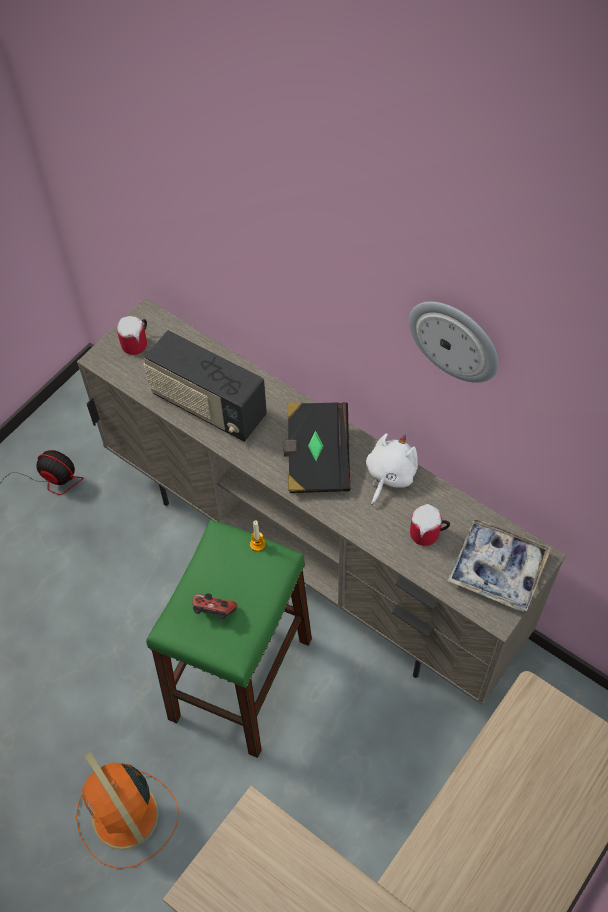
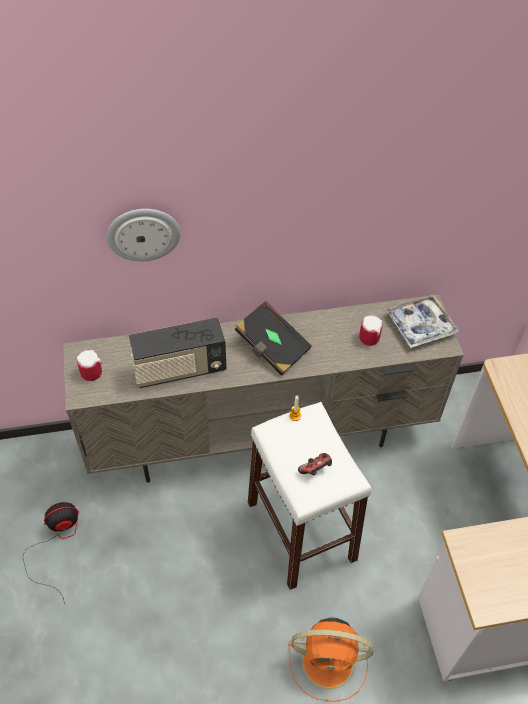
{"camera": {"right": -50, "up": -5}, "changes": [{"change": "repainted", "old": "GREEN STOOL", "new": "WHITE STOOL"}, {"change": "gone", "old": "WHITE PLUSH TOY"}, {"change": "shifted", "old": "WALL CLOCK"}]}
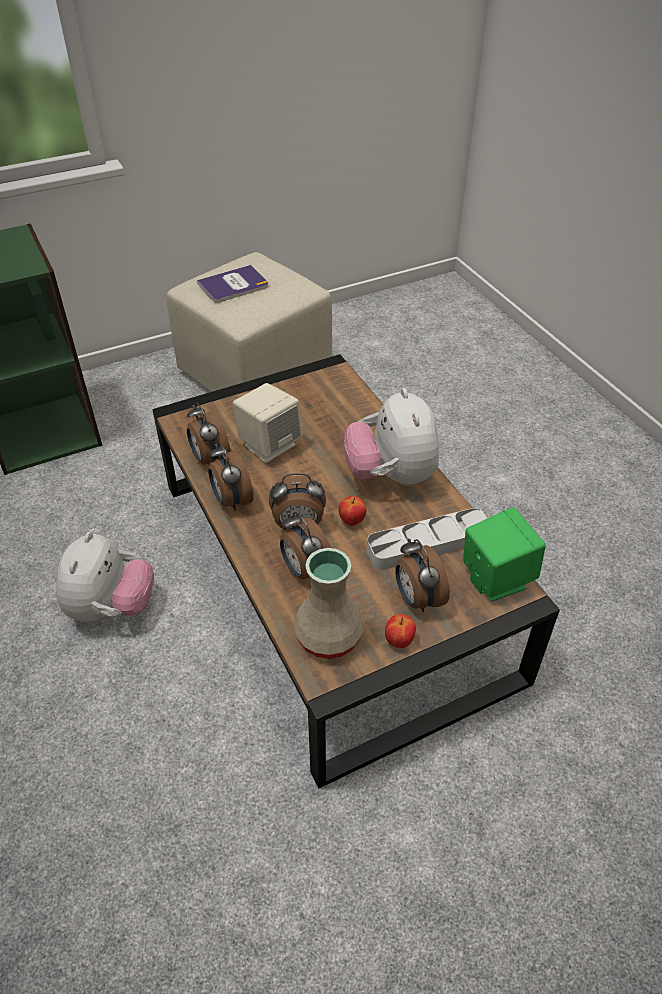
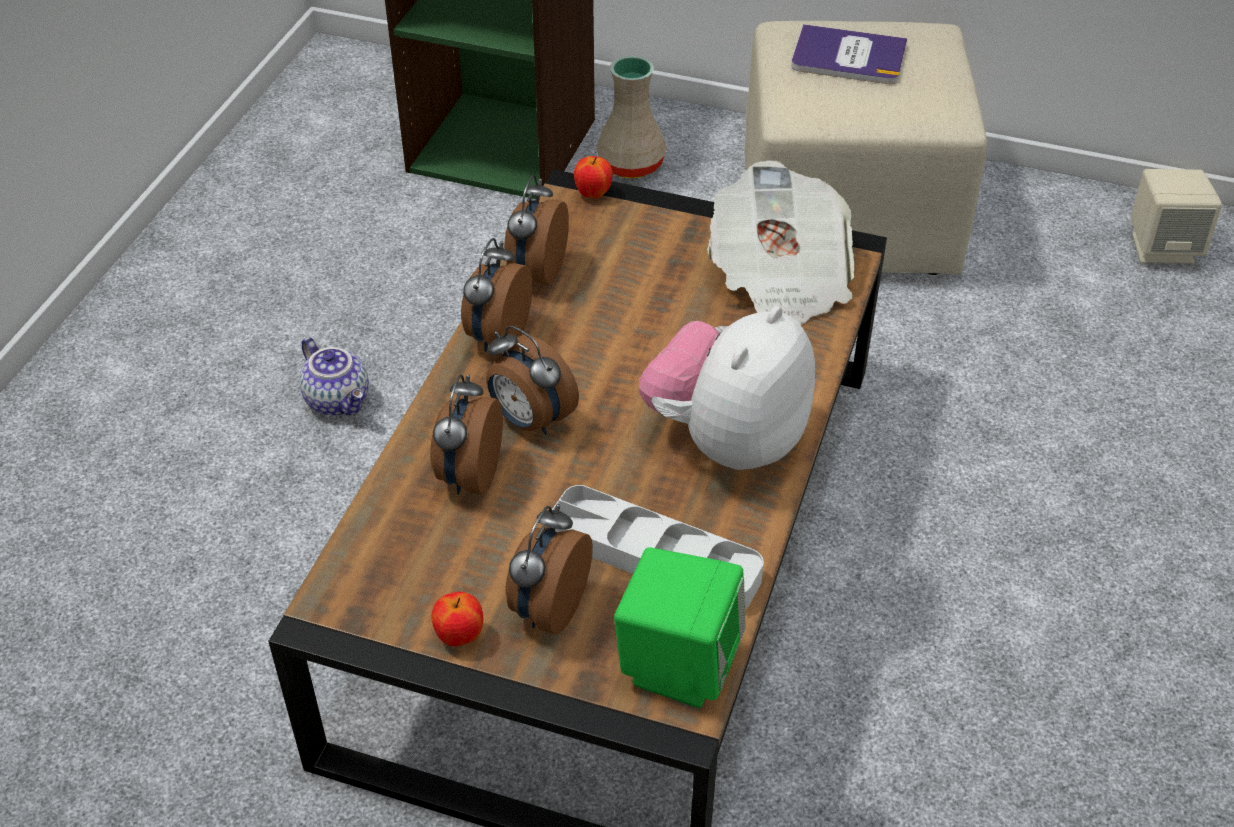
{"camera": {"right": 45, "up": 0}, "changes": [{"change": "swapped", "old": "PLUSH TOY (no. 1 from left)", "new": "TEAPOT"}, {"change": "shifted", "old": "BEIGE SPEAKER"}, {"change": "shifted", "old": "BEIGE VASE"}, {"change": "shifted", "old": "APPLE (no. 1 from left in the first image)", "new": "APPLE (no. 2 from left)"}, {"change": "new", "new": "NEWSPAPER"}]}
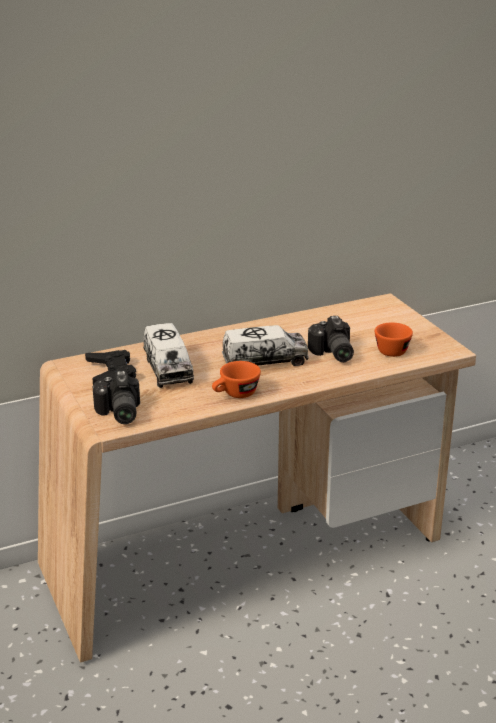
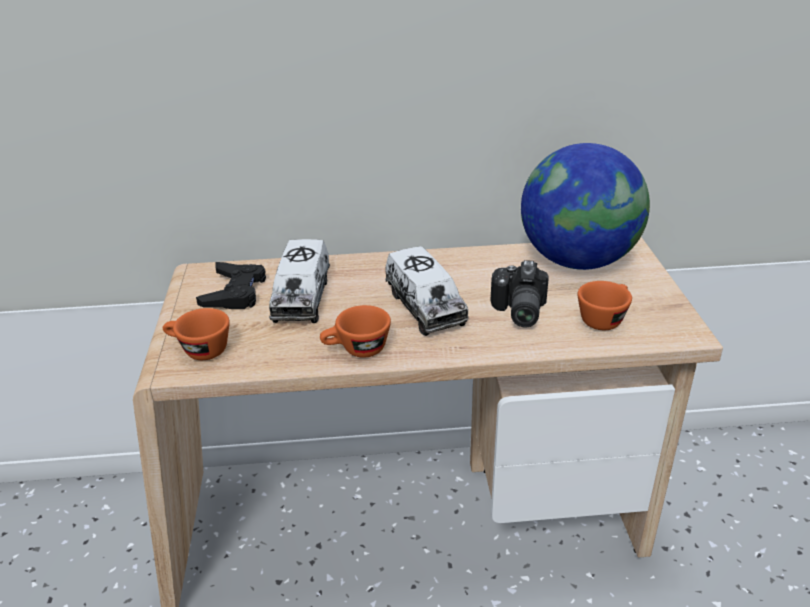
{"camera": {"right": 20, "up": 5}, "changes": [{"change": "swapped", "old": "PHOTO CAMERA (no. 1 from left)", "new": "ORANGE CUP (no. 1 from left)"}, {"change": "rotated", "old": "TOY TRUCK (no. 2 from left)", "degrees": 60}, {"change": "new", "new": "GLOBE"}]}
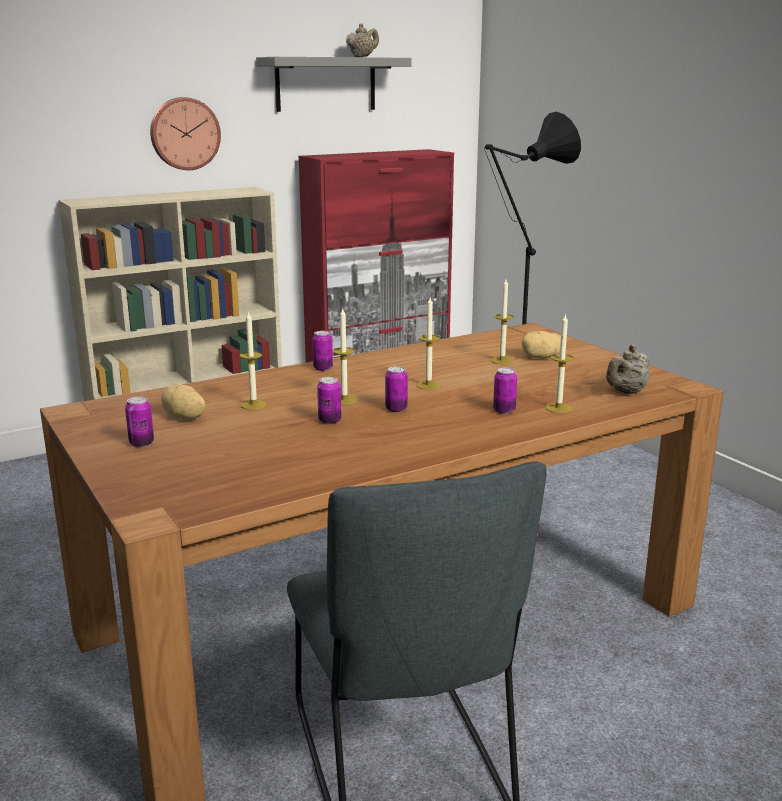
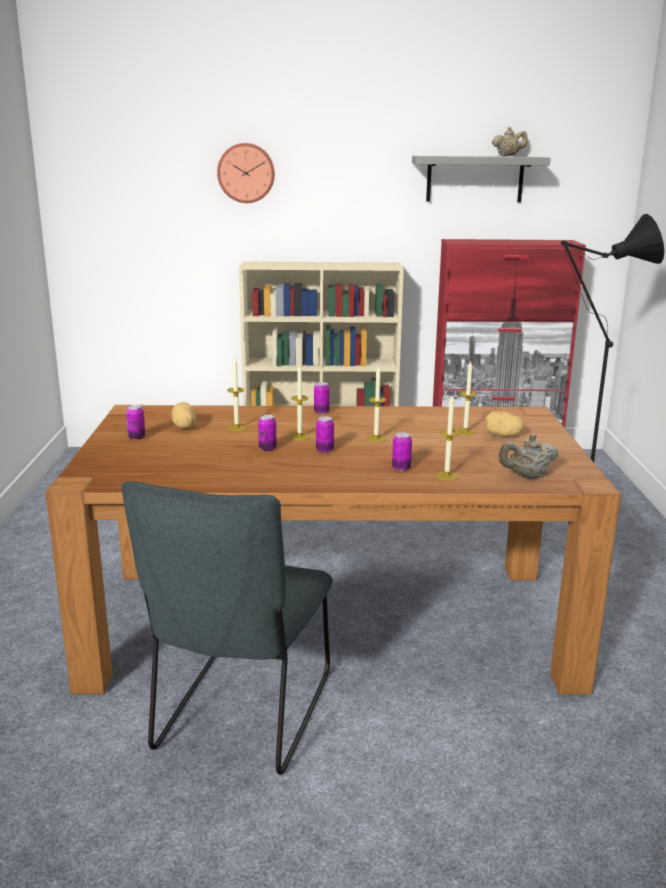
{"camera": {"right": 30, "up": 0}, "changes": [{"change": "shifted", "old": "WALL CLOCK"}]}
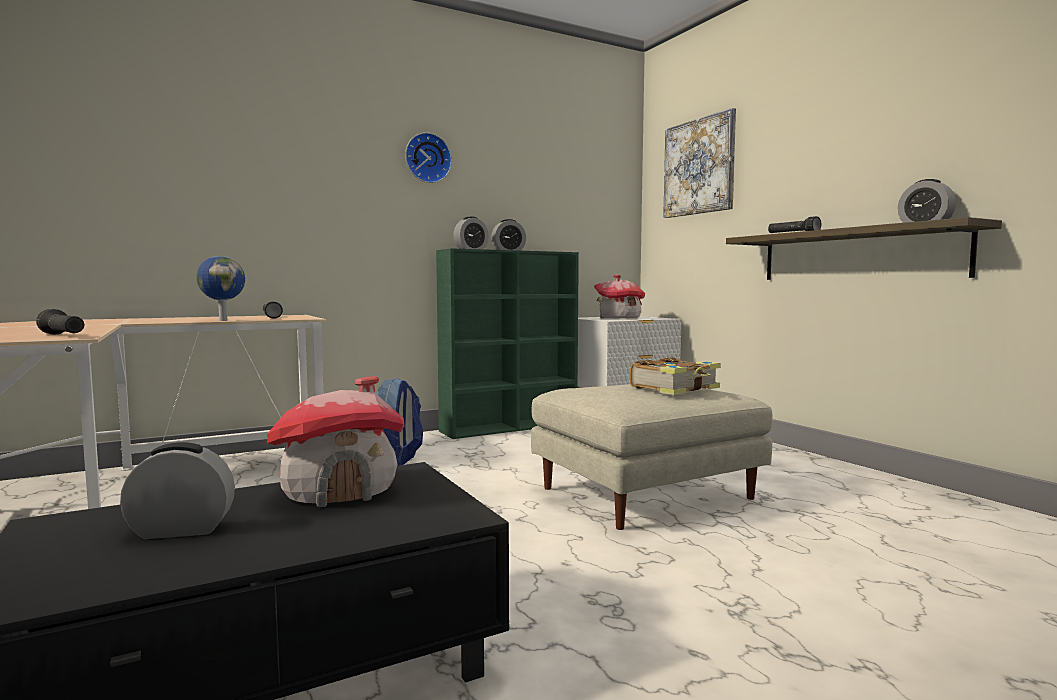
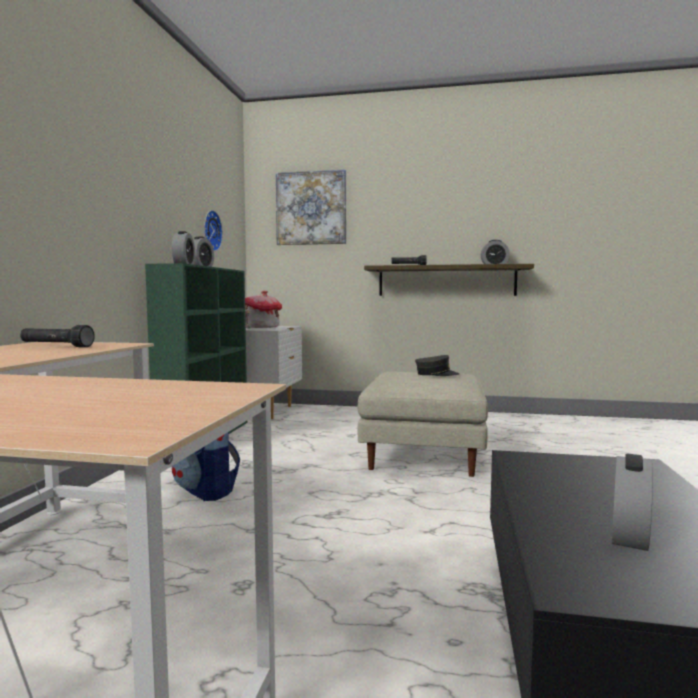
{"camera": {"right": -50, "up": 0}, "changes": [{"change": "gone", "old": "BLACK FLASHLIGHT (no. 1 from left)"}, {"change": "gone", "old": "GLOBE"}, {"change": "gone", "old": "TOY HOUSE (no. 1 from left)"}, {"change": "shifted", "old": "WALL CLOCK"}, {"change": "swapped", "old": "BOOK", "new": "GREY CAP"}]}
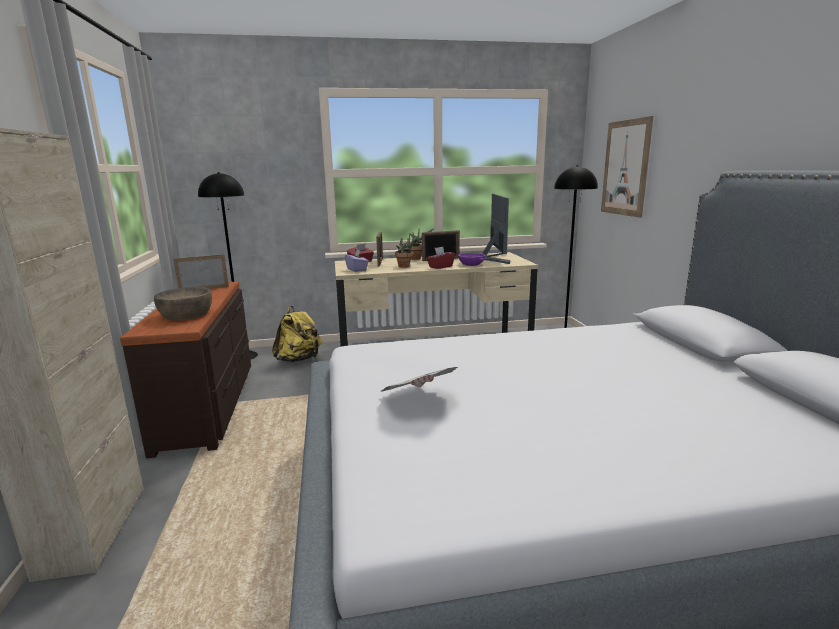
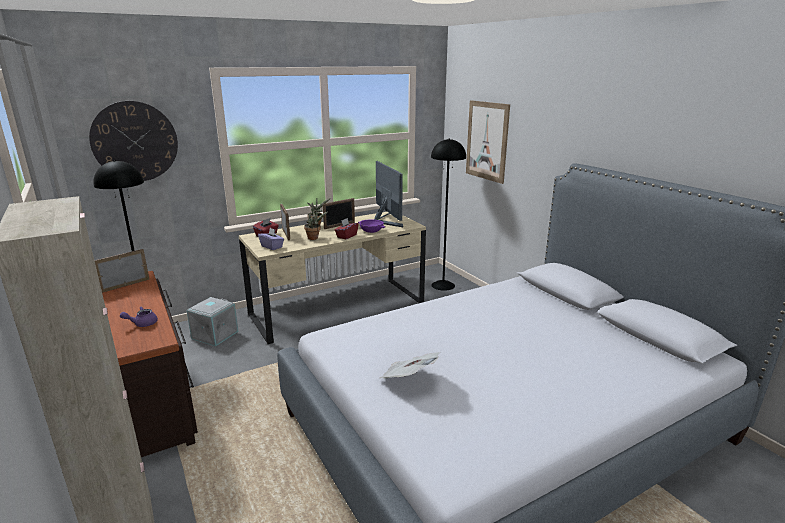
{"camera": {"right": -20, "up": 5}, "changes": [{"change": "swapped", "old": "BROWN BOWL", "new": "PURPLE TEAPOT"}, {"change": "swapped", "old": "YELLOW BACKPACK", "new": "GREY STORAGE BOX"}, {"change": "new", "new": "WALL CLOCK"}]}
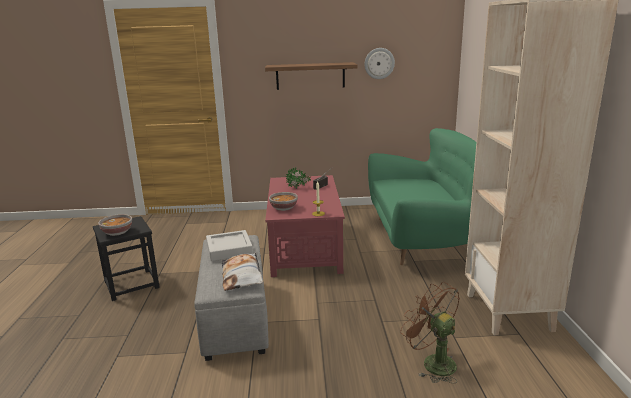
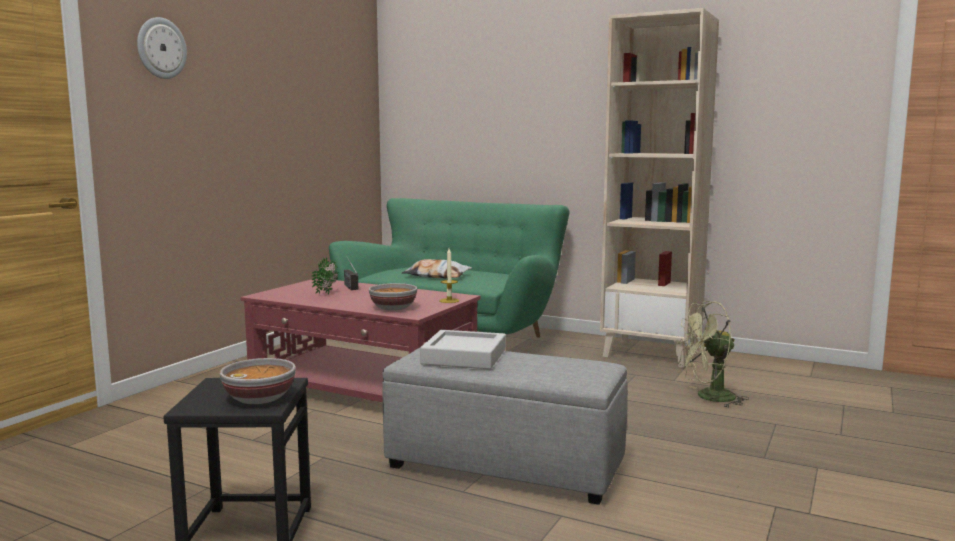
{"camera": {"right": -60, "up": -10}, "changes": [{"change": "shifted", "old": "PILLOW"}, {"change": "gone", "old": "SHELF"}, {"change": "shifted", "old": "WALL CLOCK"}, {"change": "repainted", "old": "BROWN FAN", "new": "GREEN FAN"}]}
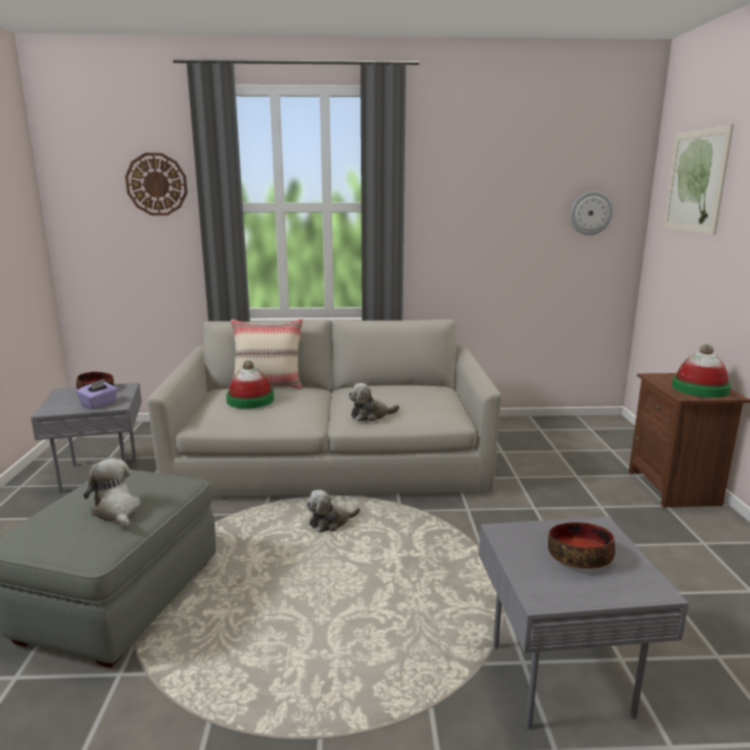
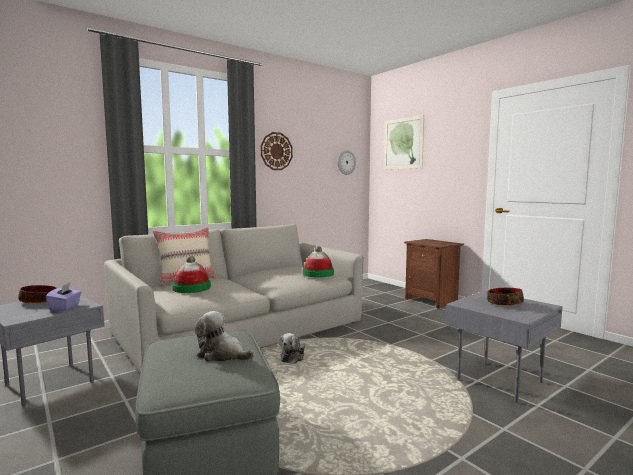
{"camera": {"right": -35, "up": -10}, "changes": [{"change": "shifted", "old": "WALL CLOCK (no. 1 from left)"}, {"change": "gone", "old": "PLUSH TOY (no. 3 from left)"}, {"change": "shifted", "old": "HAT (no. 2 from left)"}]}
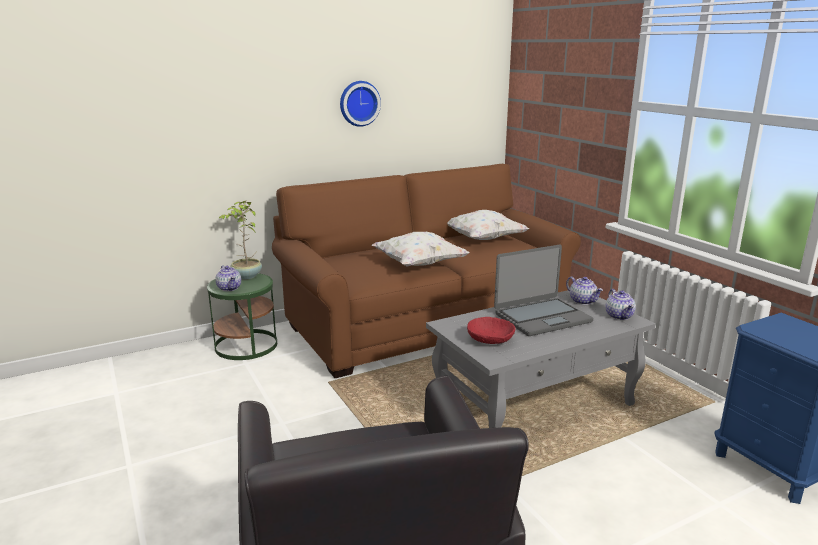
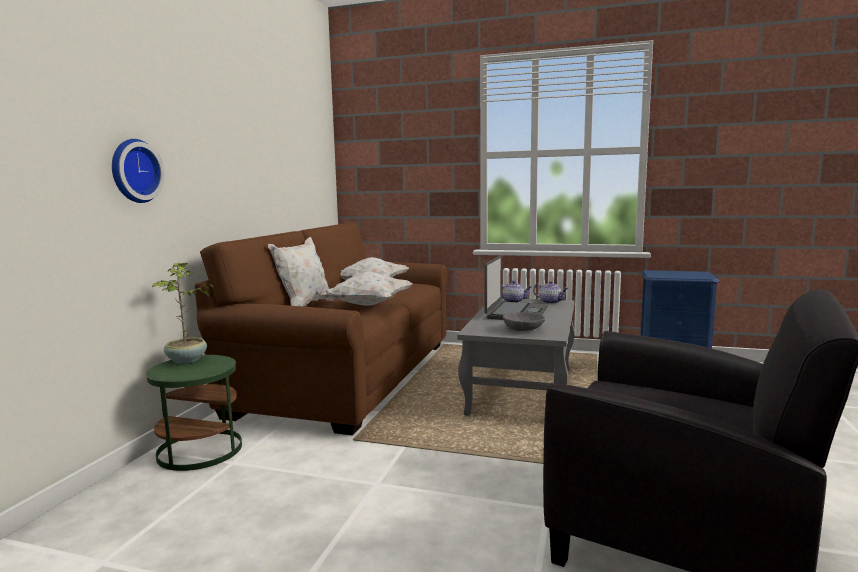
{"camera": {"right": -45, "up": -10}, "changes": [{"change": "gone", "old": "TEAPOT (no. 1 from left)"}, {"change": "shifted", "old": "WALL CLOCK"}, {"change": "repainted", "old": "RED BOWL", "new": "GREY BOWL"}, {"change": "new", "new": "WHITE PILLOW (no. 1 from left)"}]}
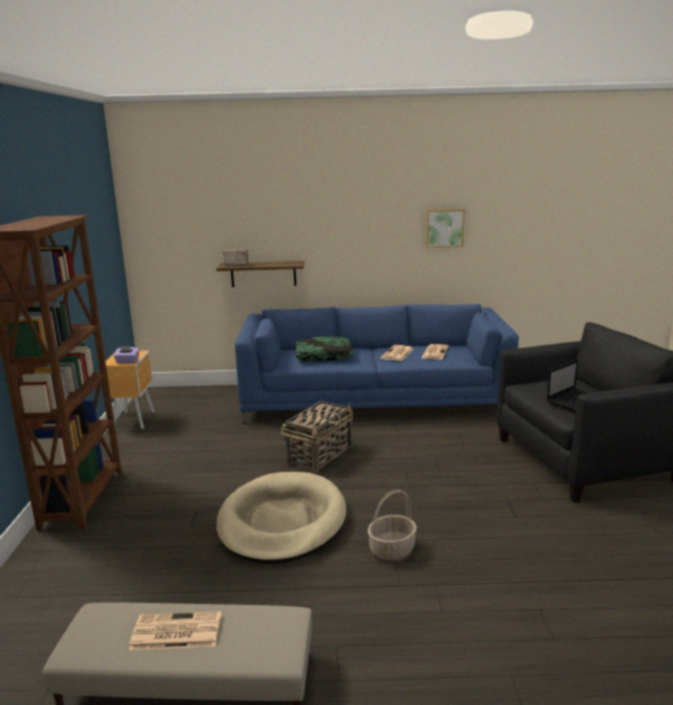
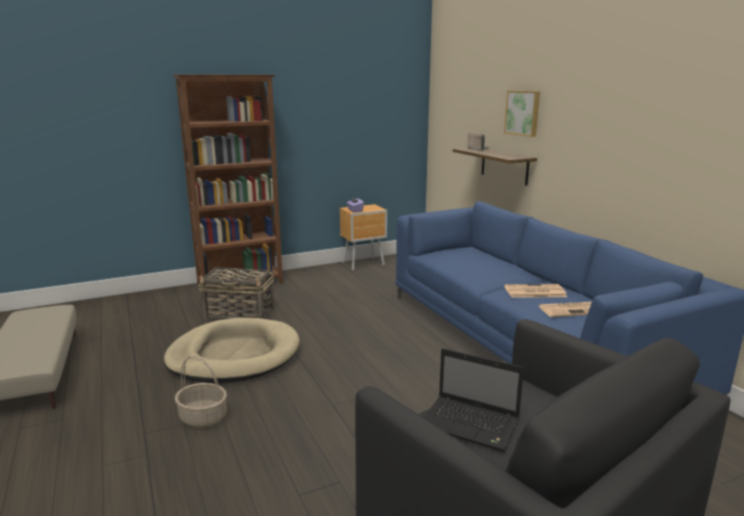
{"camera": {"right": 65, "up": 0}, "changes": [{"change": "gone", "old": "NEWSPAPER (no. 1 from left)"}, {"change": "shifted", "old": "BASKET (no. 1 from left in the first image)", "new": "BASKET (no. 2 from left)"}, {"change": "gone", "old": "PILLOW"}, {"change": "shifted", "old": "PICTURE"}]}
